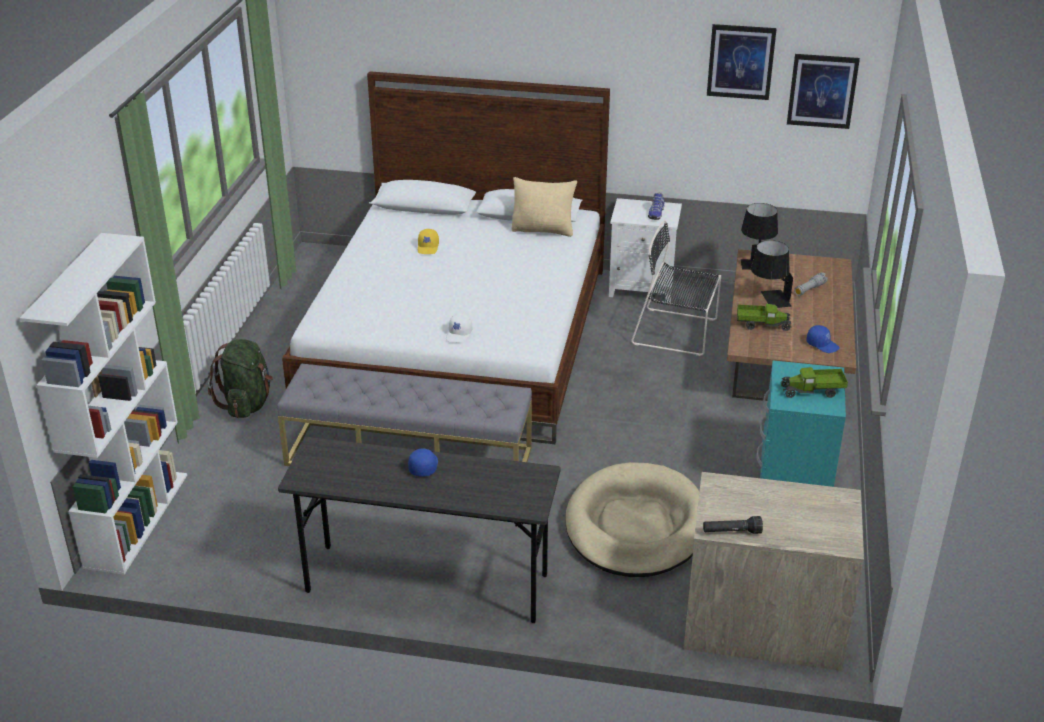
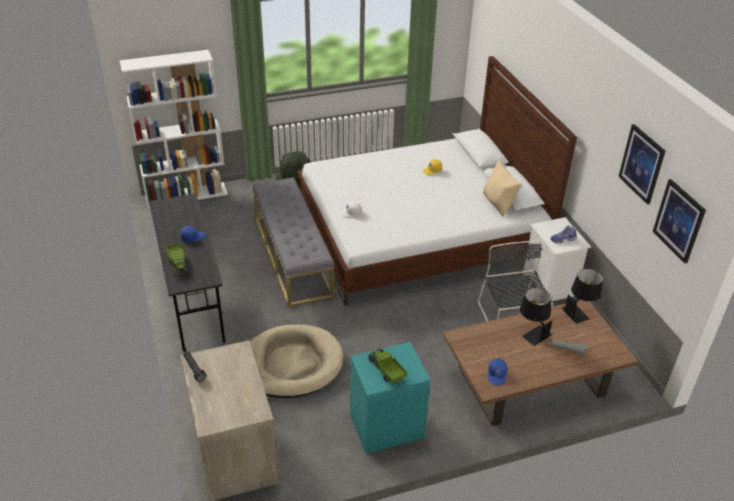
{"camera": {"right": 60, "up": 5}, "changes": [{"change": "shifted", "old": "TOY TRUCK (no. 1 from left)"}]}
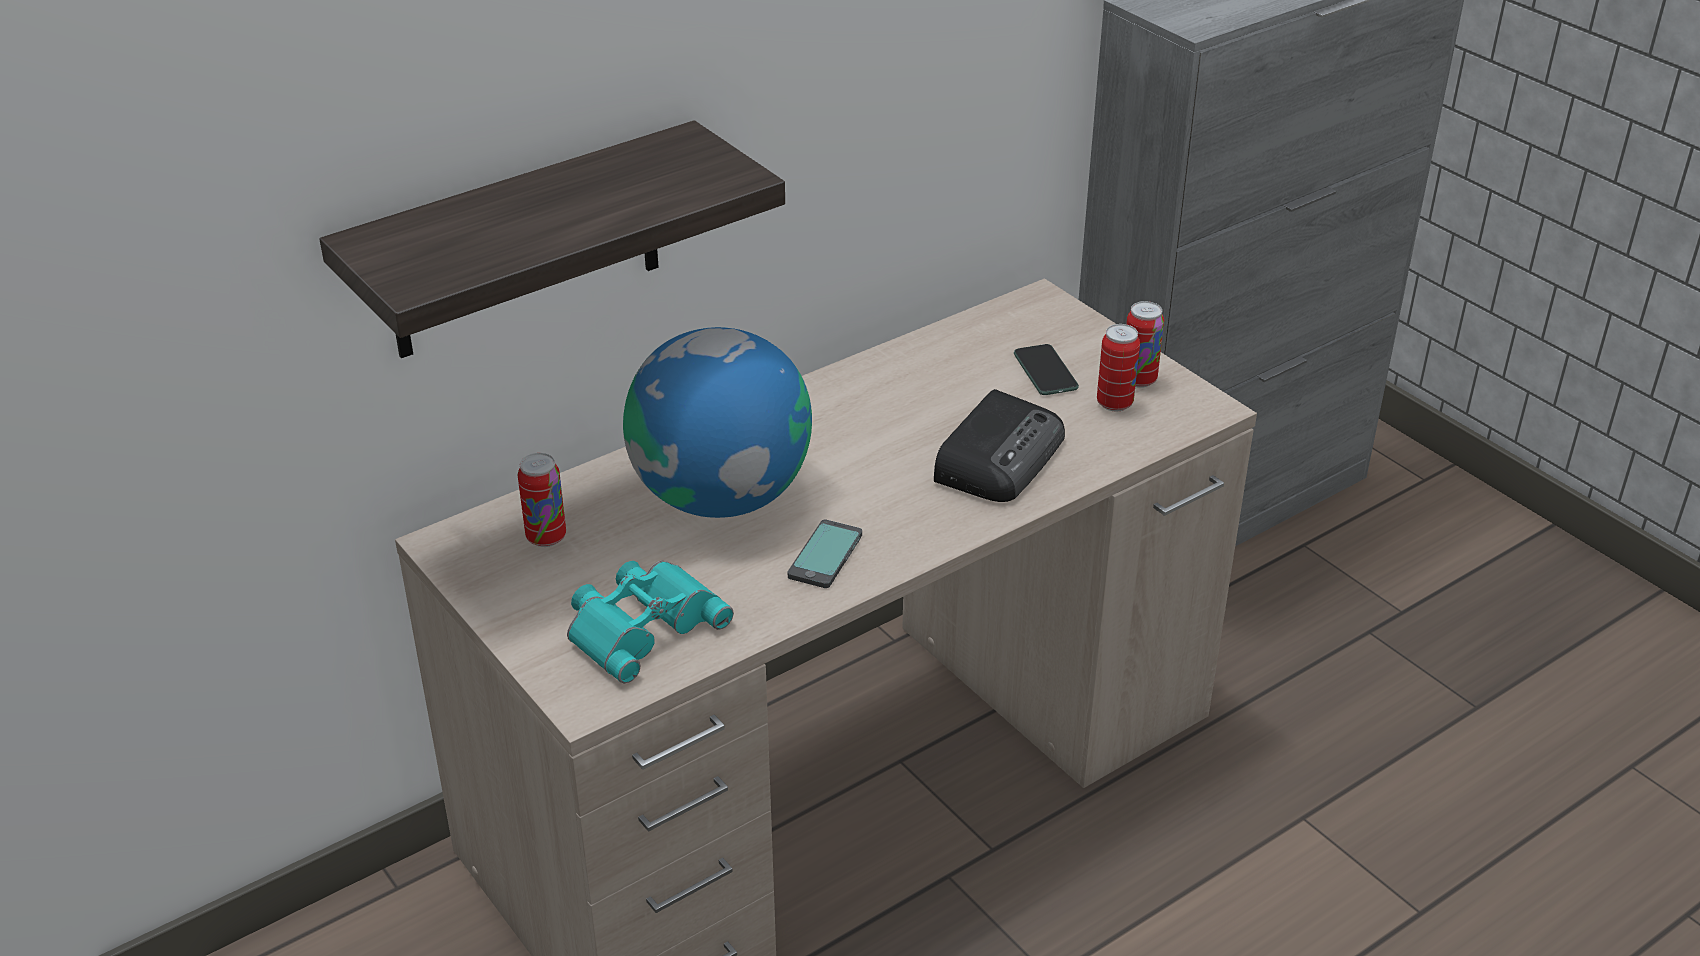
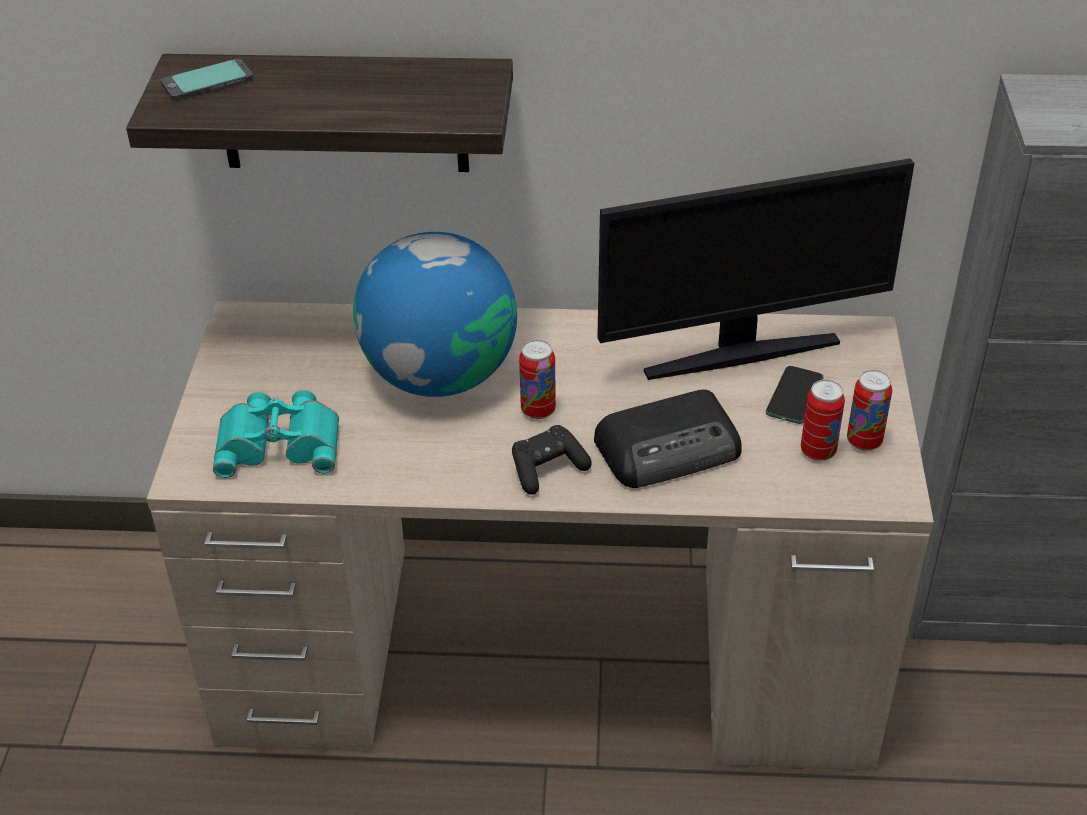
{"camera": {"right": 40, "up": 5}, "changes": [{"change": "shifted", "old": "CAN (no. 1 from left)"}, {"change": "shifted", "old": "PHONE (no. 1 from left)"}, {"change": "new", "new": "BLACK GAME CONTROLLER"}, {"change": "new", "new": "MONITOR"}]}
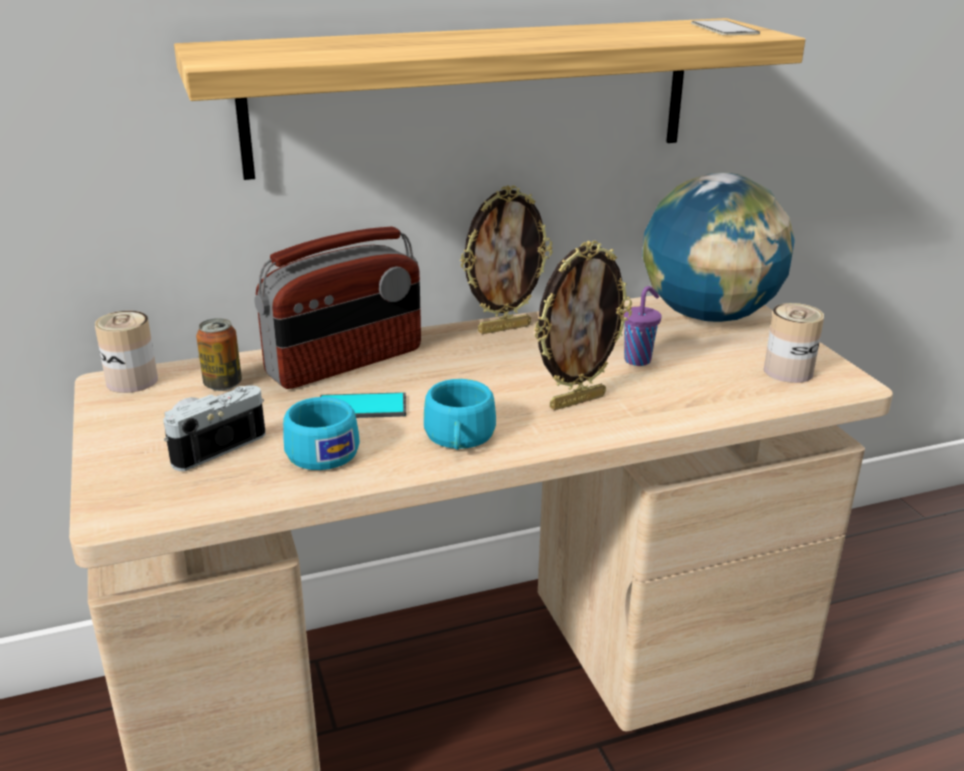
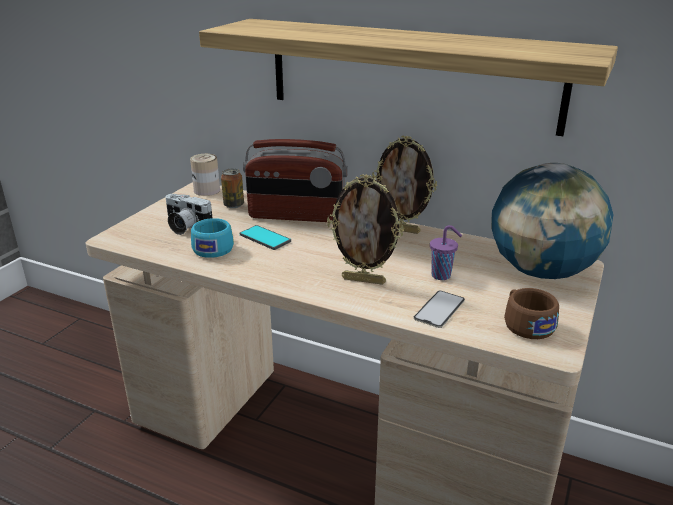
{"camera": {"right": 45, "up": 0}, "changes": [{"change": "rotated", "old": "PHOTO CAMERA", "degrees": -150}, {"change": "gone", "old": "TURQUOISE CUP (no. 2 from left)"}, {"change": "shifted", "old": "PHONE (no. 2 from left)"}, {"change": "swapped", "old": "CAN (no. 3 from left)", "new": "BROWN CUP"}]}
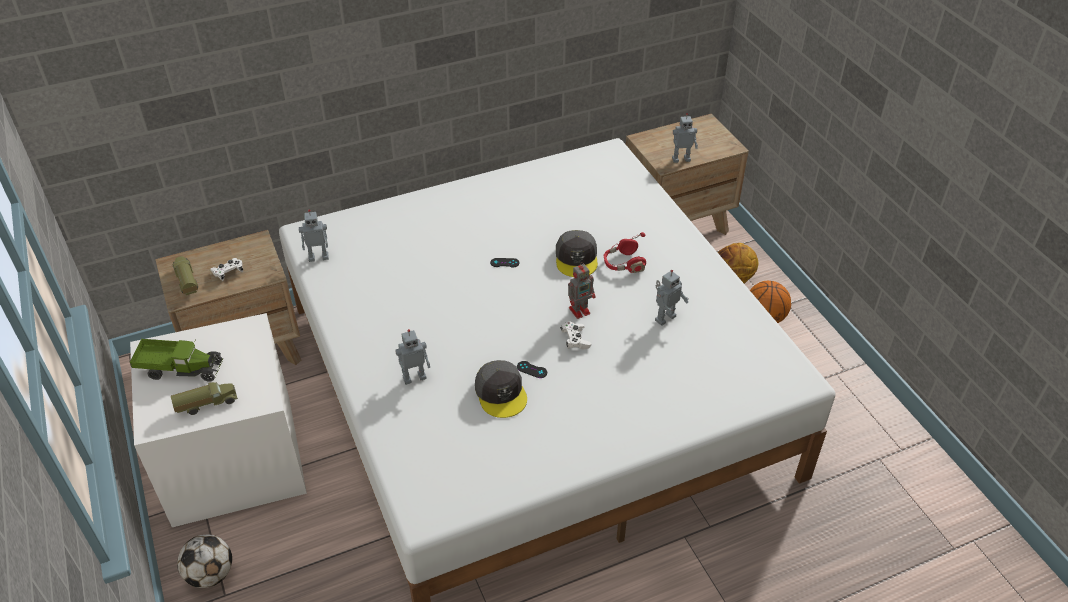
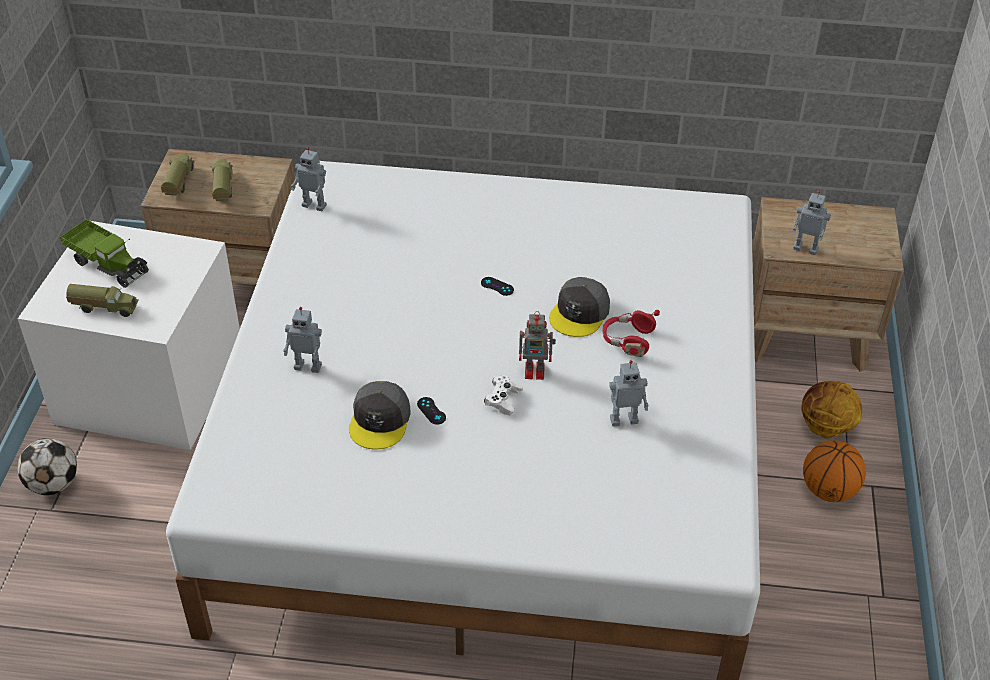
{"camera": {"right": 30, "up": 0}, "changes": [{"change": "swapped", "old": "WHITE GAME CONTROLLER (no. 1 from left)", "new": "TOY TRUCK (no. 4 from left)"}]}
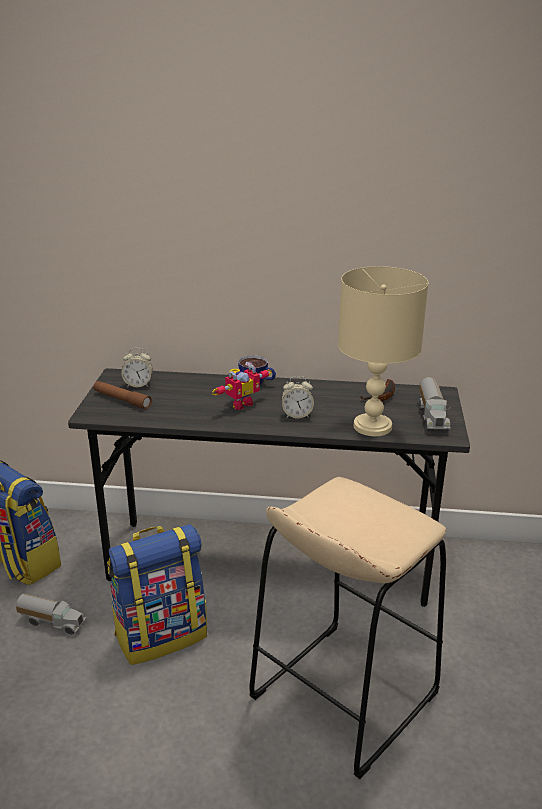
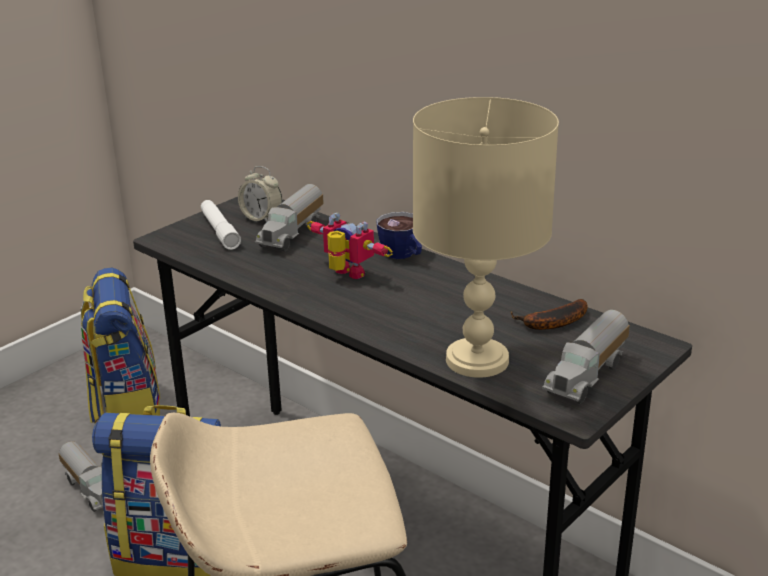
{"camera": {"right": 35, "up": 0}, "changes": [{"change": "repainted", "old": "BROWN FLASHLIGHT", "new": "WHITE FLASHLIGHT"}, {"change": "rotated", "old": "TOY ROBOT", "degrees": -135}, {"change": "gone", "old": "ALARM CLOCK (no. 2 from left)"}, {"change": "new", "new": "TOY TRUCK (no. 2 from left)"}]}
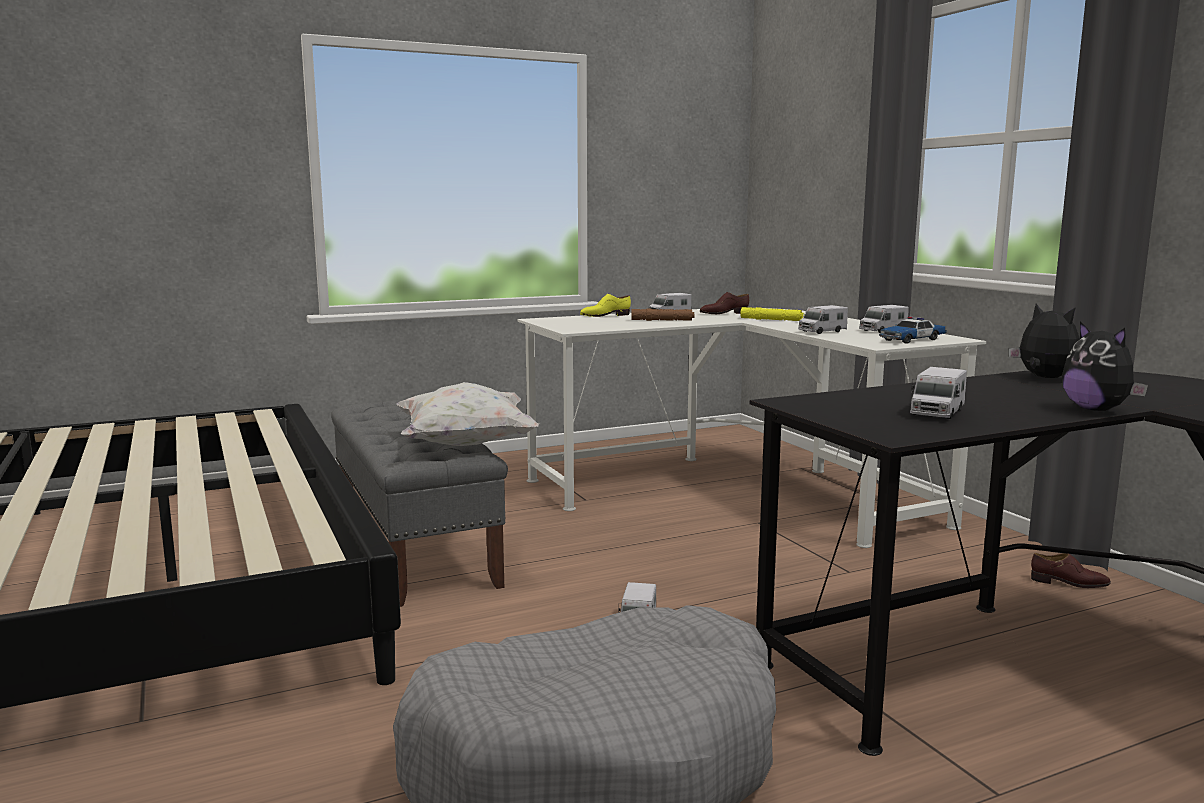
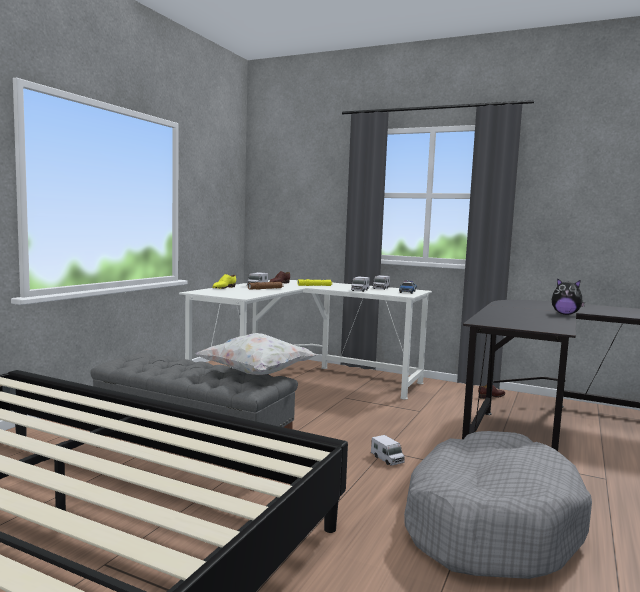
{"camera": {"right": -40, "up": -5}, "changes": [{"change": "gone", "old": "TOY TRUCK (no. 5 from left)"}, {"change": "gone", "old": "PLUSH TOY (no. 1 from left)"}]}
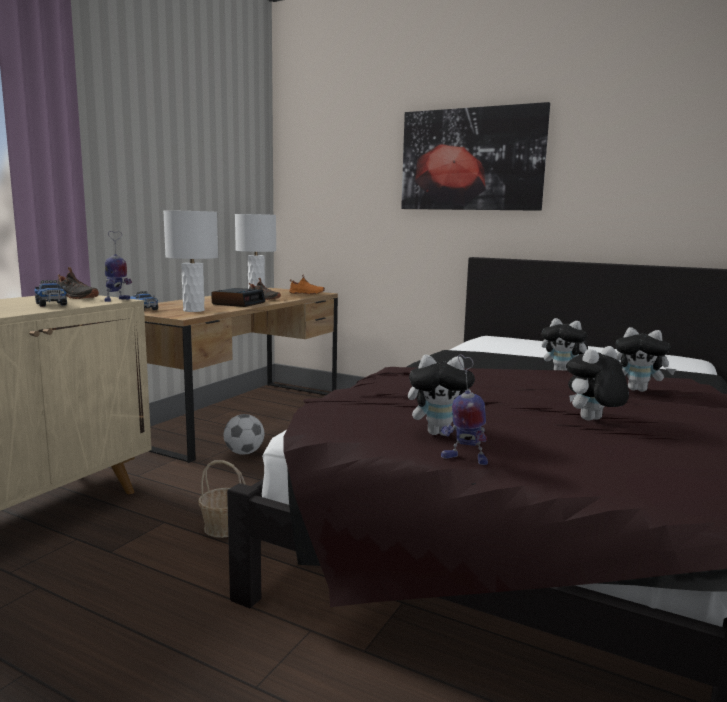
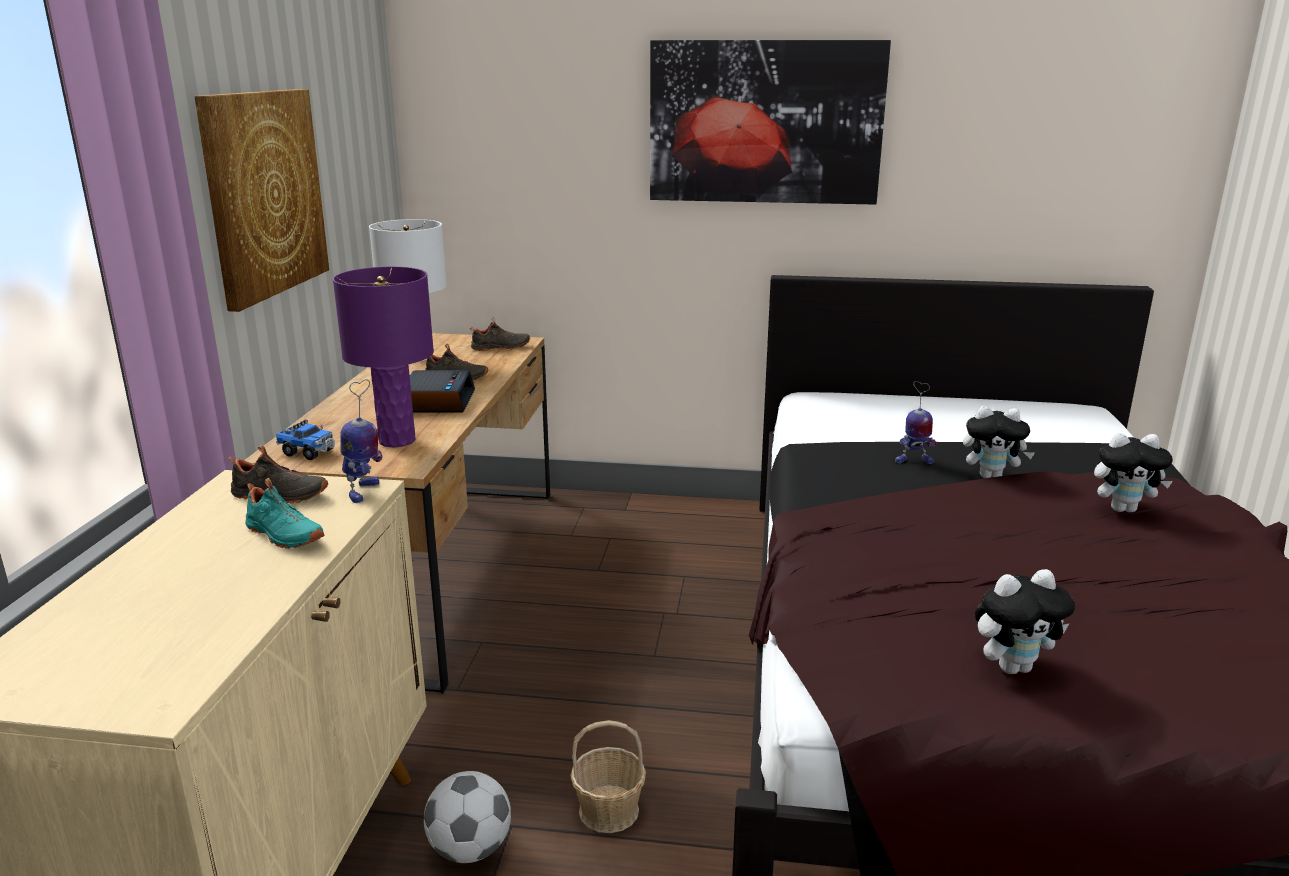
{"camera": {"right": -20, "up": 10}, "changes": [{"change": "swapped", "old": "TOY TRUCK (no. 1 from left)", "new": "TURQUOISE SHOE"}, {"change": "repainted", "old": "WHITE TABLE LAMP (no. 1 from left)", "new": "PURPLE TABLE LAMP"}, {"change": "shifted", "old": "FOOTBALL"}, {"change": "repainted", "old": "ORANGE SHOE", "new": "BLACK SHOE (no. 3 from left)"}, {"change": "shifted", "old": "TOY ROBOT (no. 2 from left)"}, {"change": "gone", "old": "PLUSH TOY (no. 3 from left)"}, {"change": "new", "new": "PICTURE (no. 1 from left)"}]}
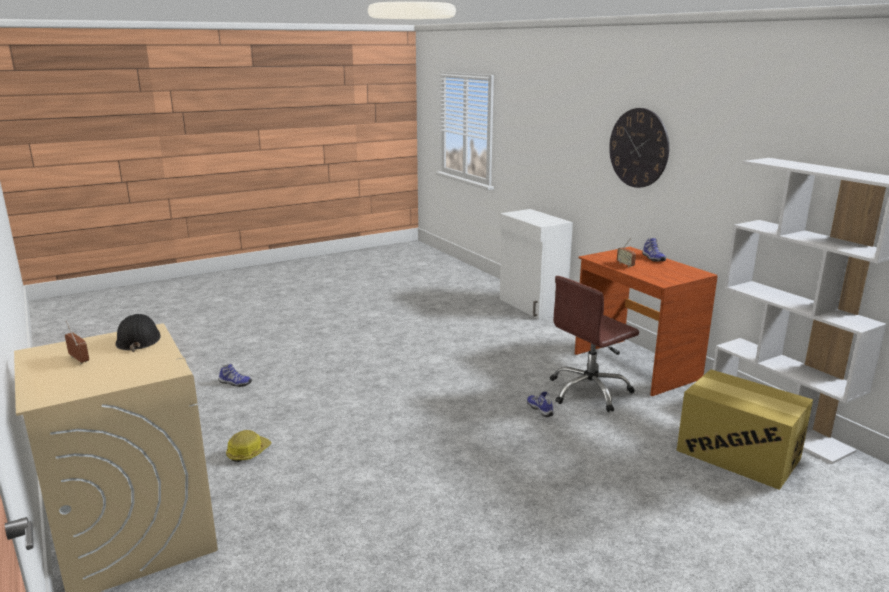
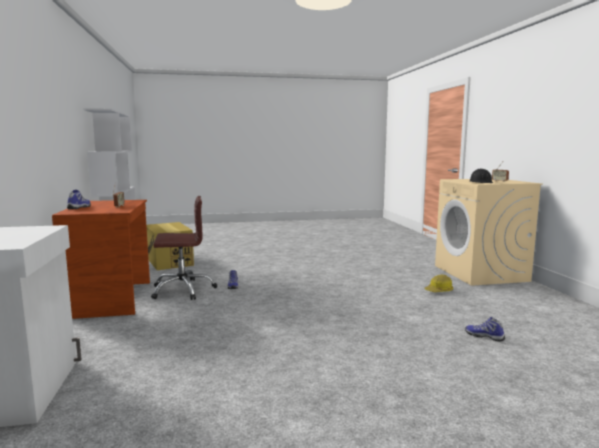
{"camera": {"right": -160, "up": -10}, "changes": [{"change": "gone", "old": "WALL CLOCK"}]}
